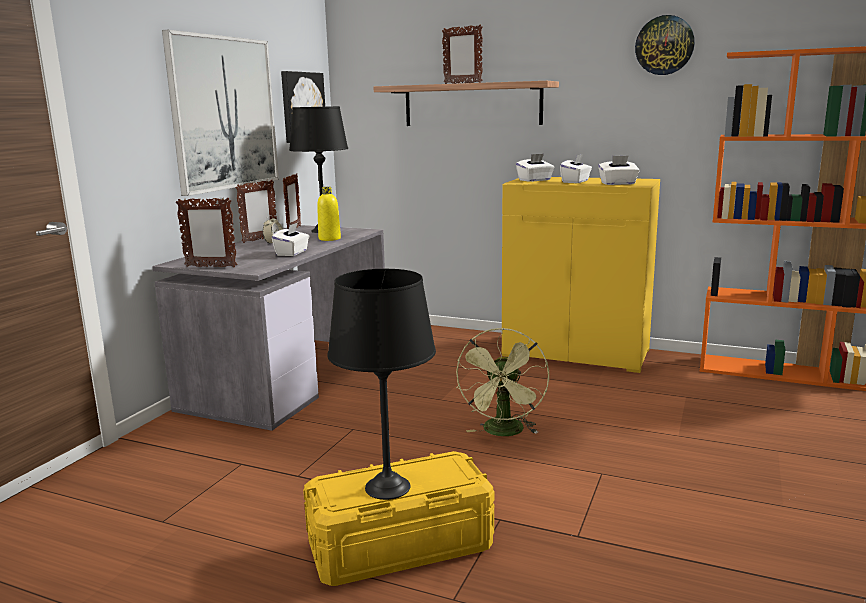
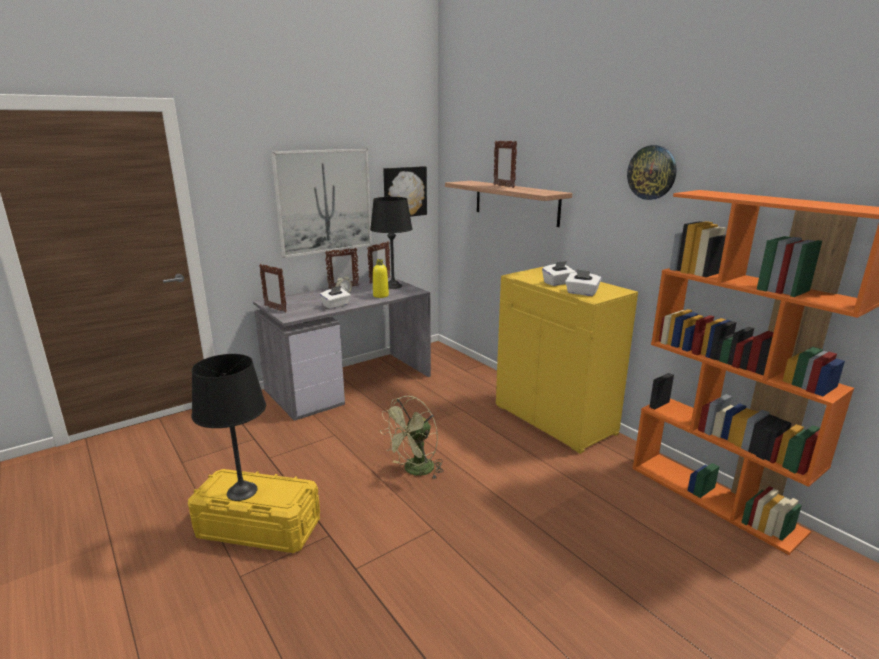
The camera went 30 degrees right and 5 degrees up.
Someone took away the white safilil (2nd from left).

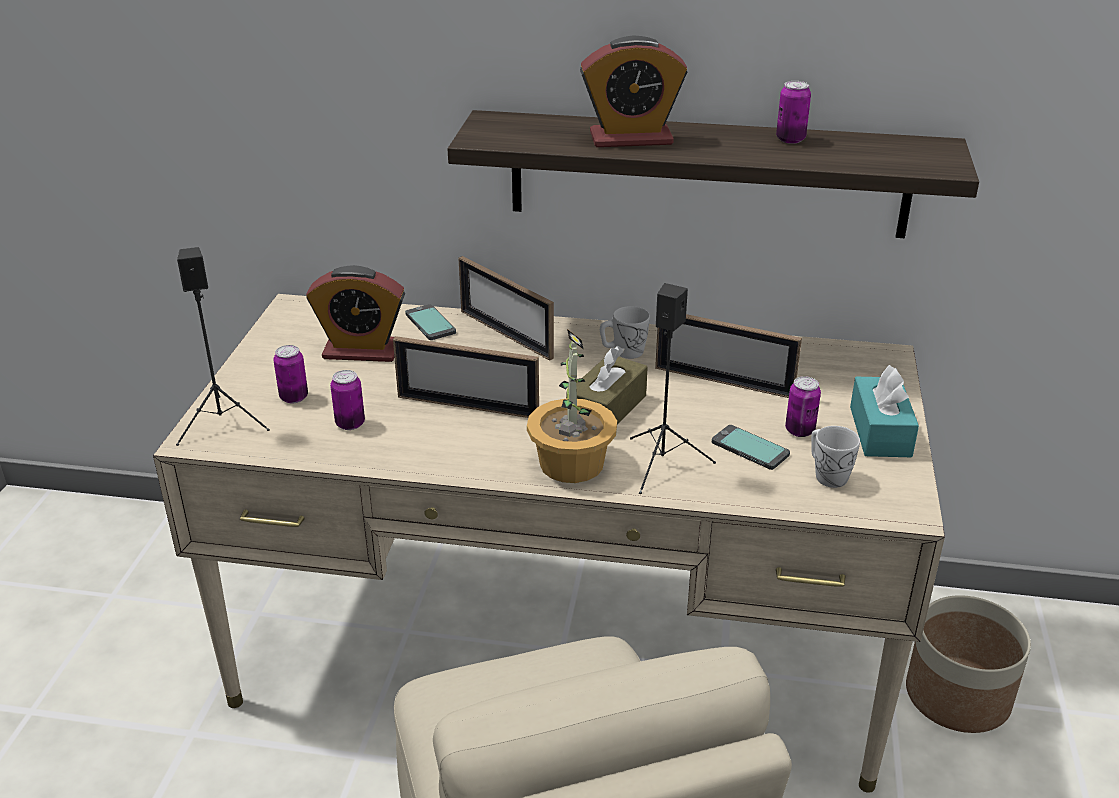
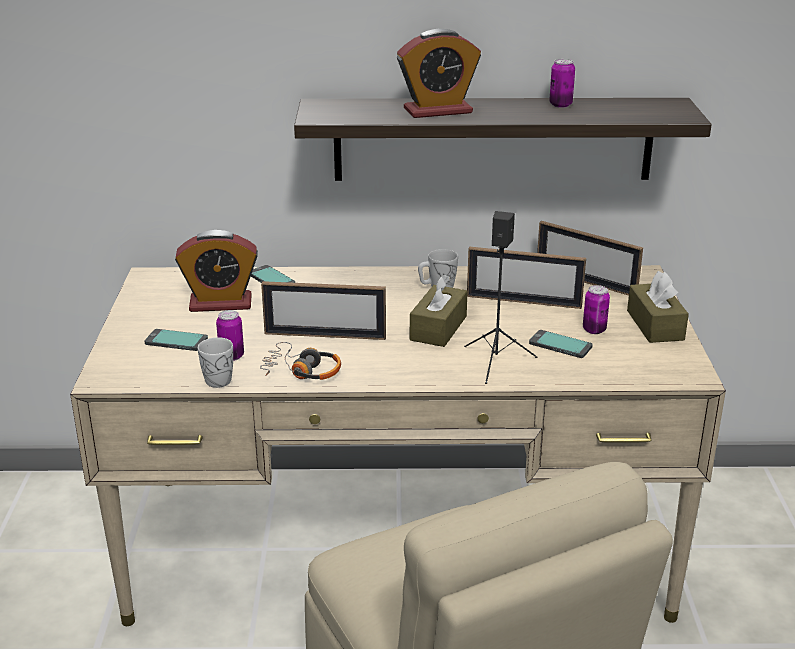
The camera went 10 degrees left and 5 degrees down.
Someone took away the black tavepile (1st from left).
Someone swapped the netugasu (1st from left) for the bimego (1st from left).
Someone carried the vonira (2nd from left in the first image).
Someone took away the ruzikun.
Someone carried the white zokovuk (2nd from left in the first image).
Someone repainted the turquoise safilil, which became the brown safilil (2nd from left).
Someone took away the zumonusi.
Someone put down the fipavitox.

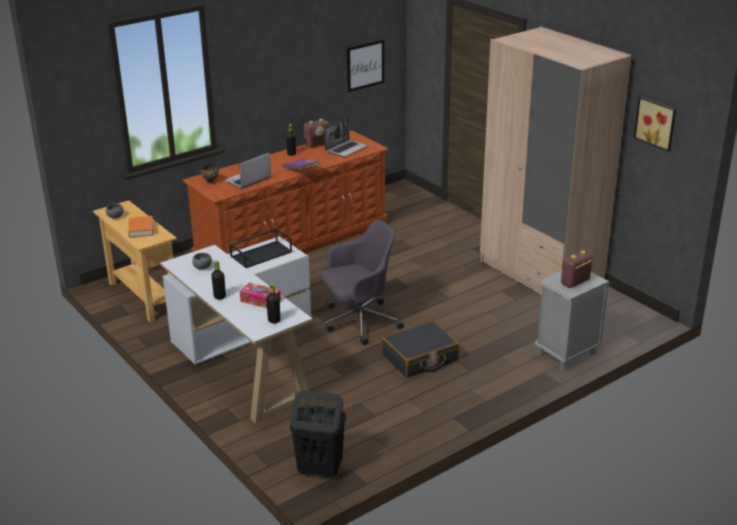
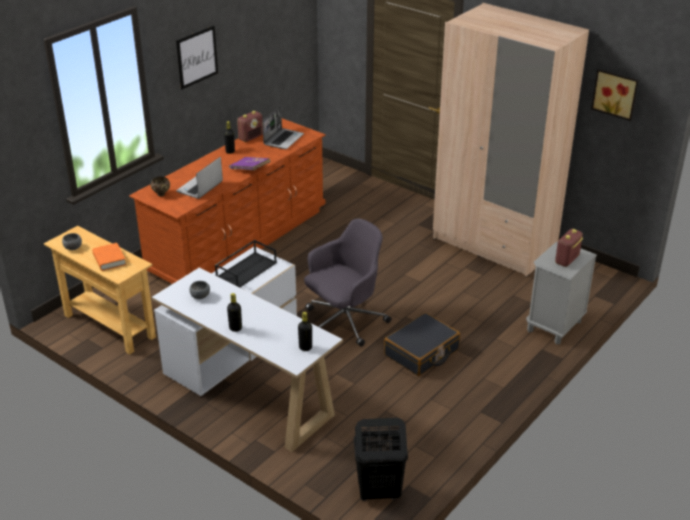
The camera went 15 degrees left and 5 degrees up.
Someone took away the safilil.
Someone carried the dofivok (1st from left).

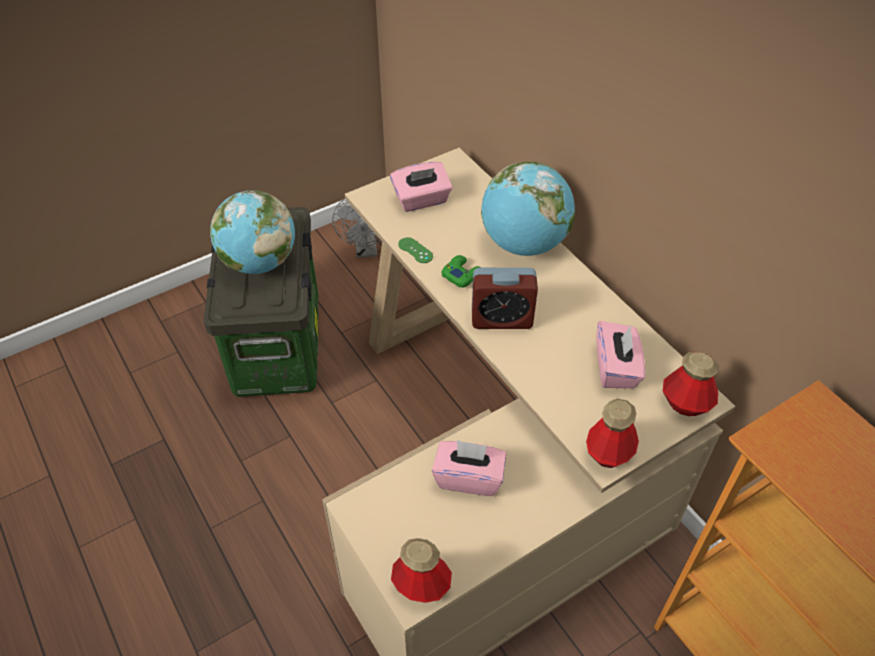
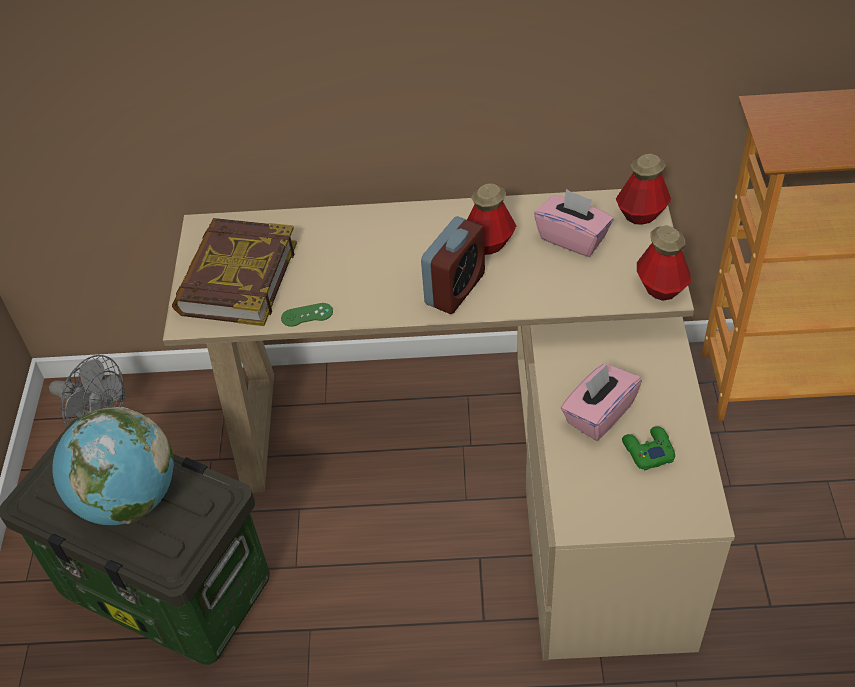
The camera went 55 degrees left and 0 degrees up.
Someone swapped the pink safilil (1st from left) for the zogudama.
Someone carried the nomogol (1st from left).
Someone carried the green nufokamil (2nd from left).
Someone took away the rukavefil (2nd from left).

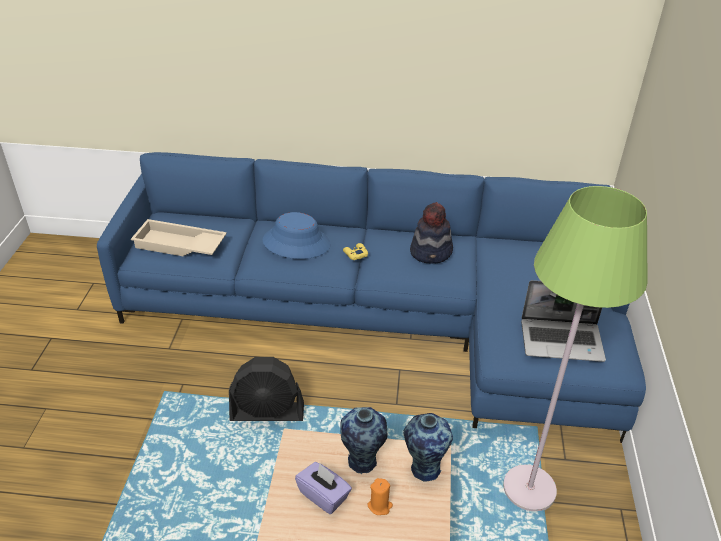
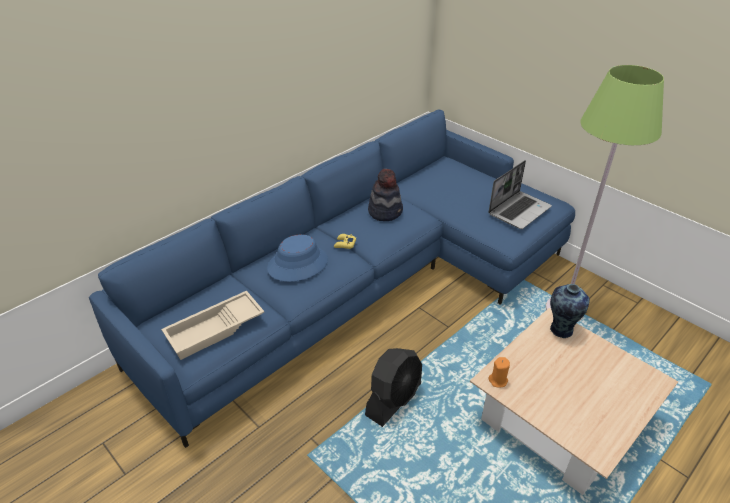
The camera went 50 degrees left and 0 degrees up.
Someone took away the purple safilil.
Someone took away the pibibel (1st from left).
Someone carried the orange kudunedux.

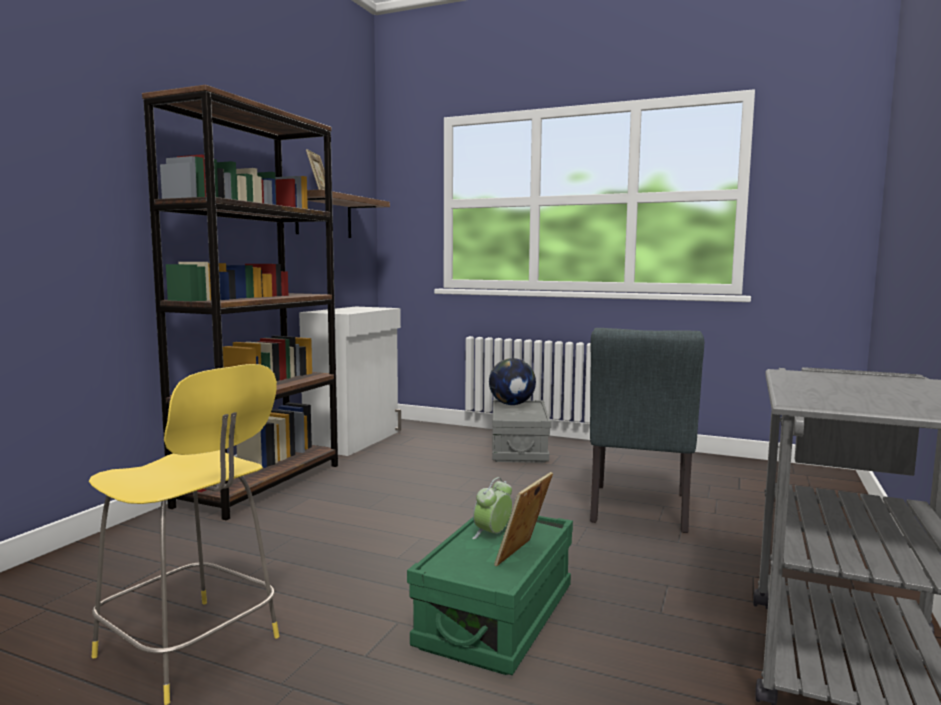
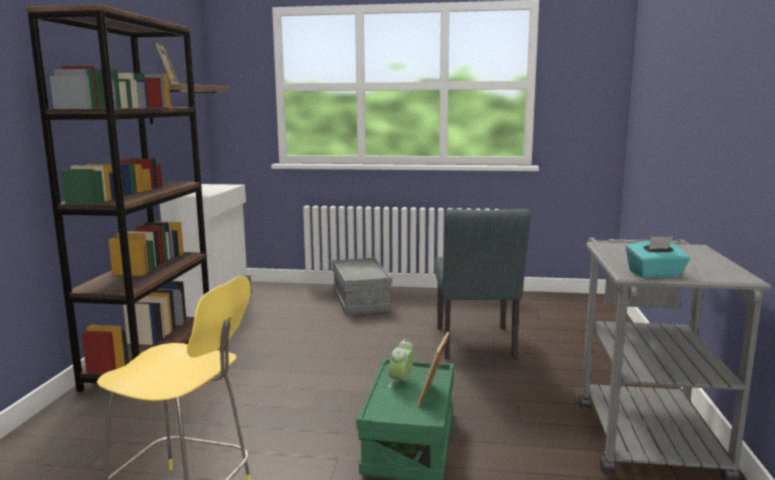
The camera went 15 degrees left and 5 degrees up.
Someone took away the rukavefil.
Someone put down the turquoise safilil.

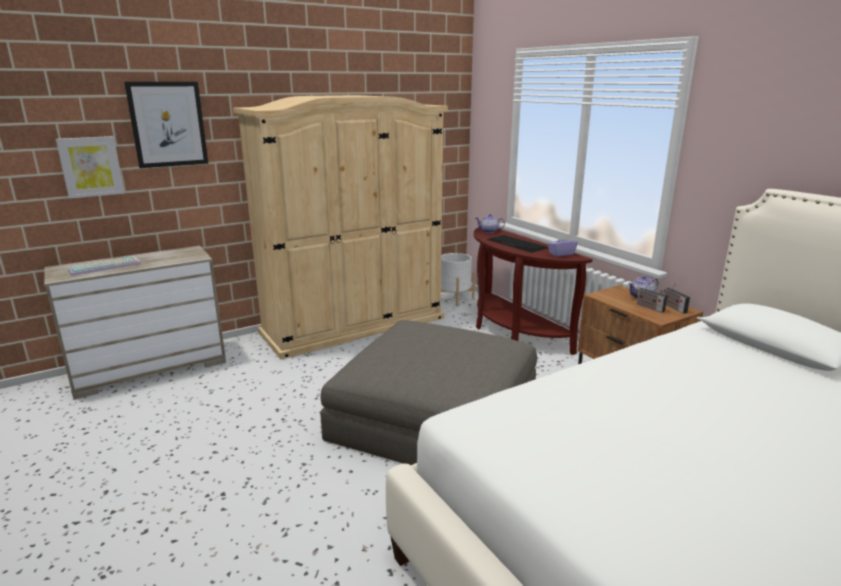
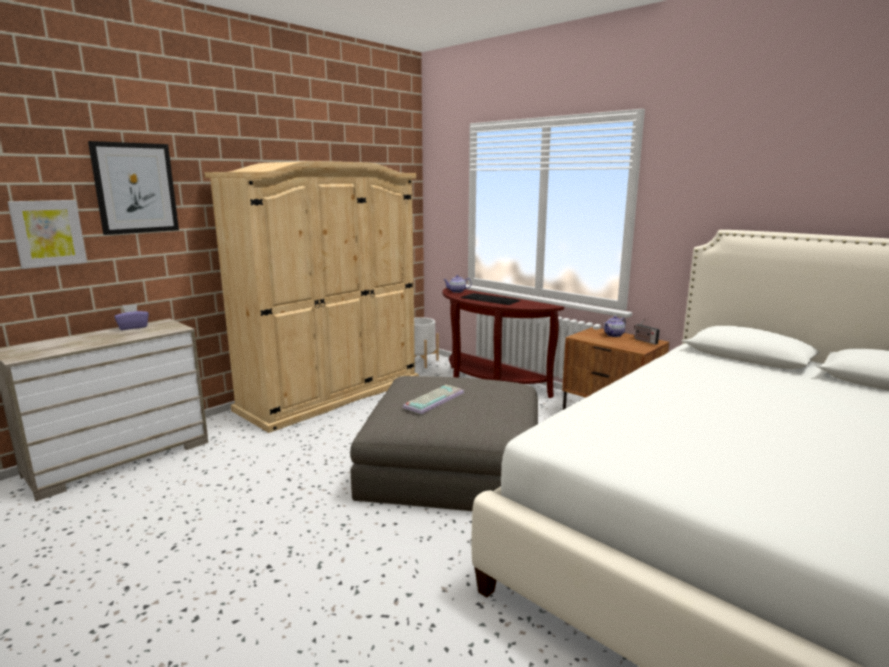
The camera went 15 degrees left and 5 degrees down.
Someone carried the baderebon (1st from left).
Someone carried the purple safilil.
Someone took away the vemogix (1st from left).

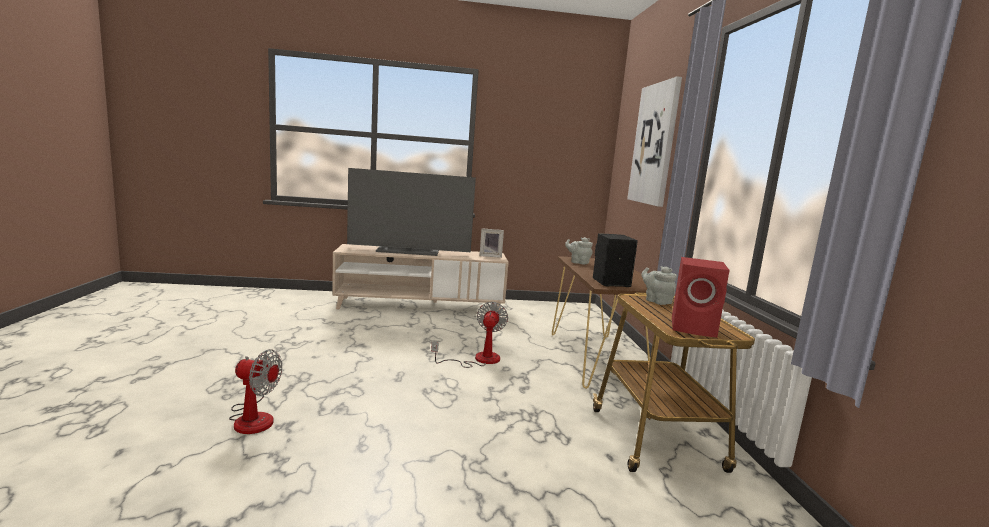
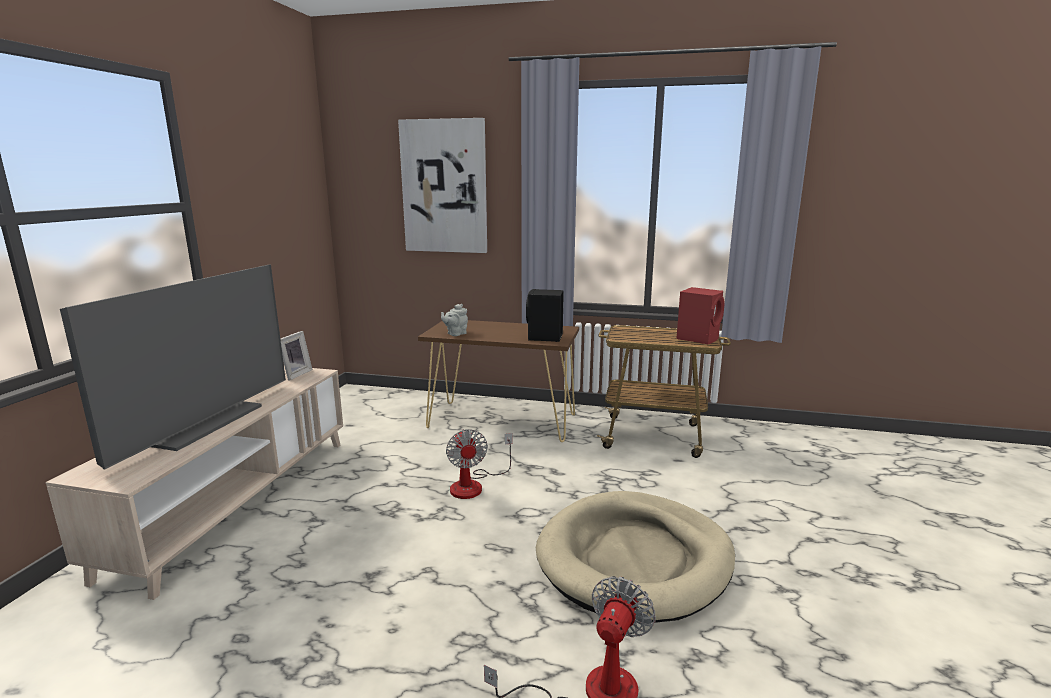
The camera went 70 degrees left and 5 degrees up.
Someone rotated the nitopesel (2nd from left in the first image) by 135 degrees counterclockwise.
Someone took away the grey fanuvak (2nd from left).
Someone put down the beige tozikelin.

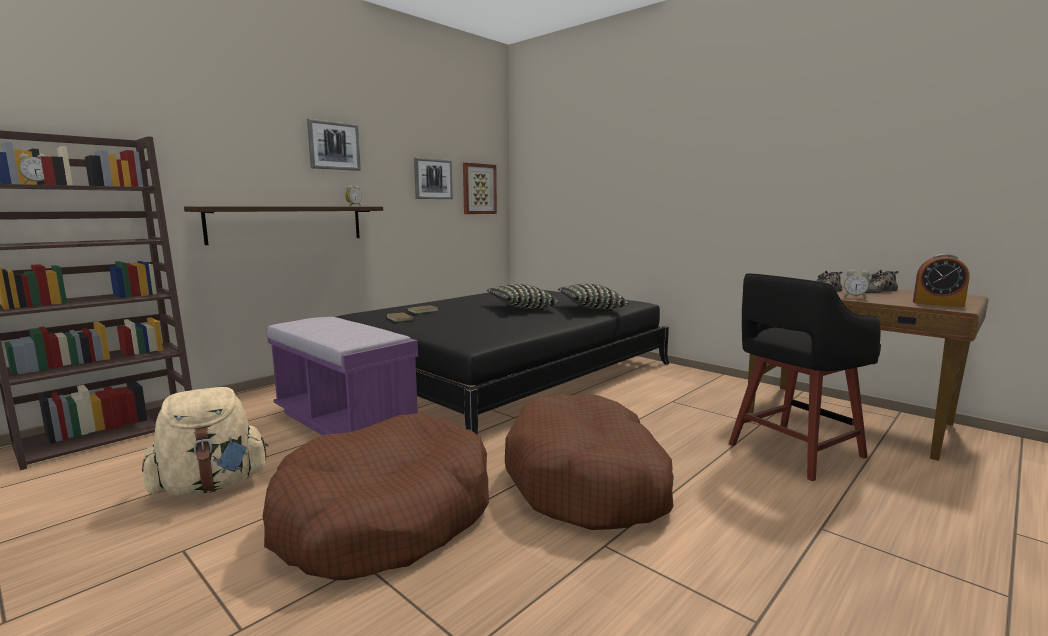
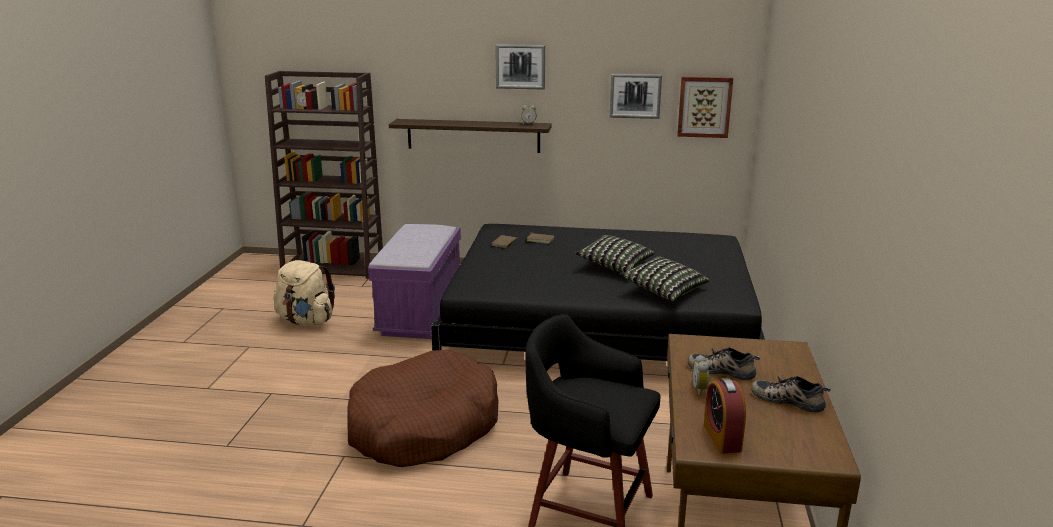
The camera went 55 degrees right and 10 degrees up.
Someone took away the brown tozikelin (1st from left).

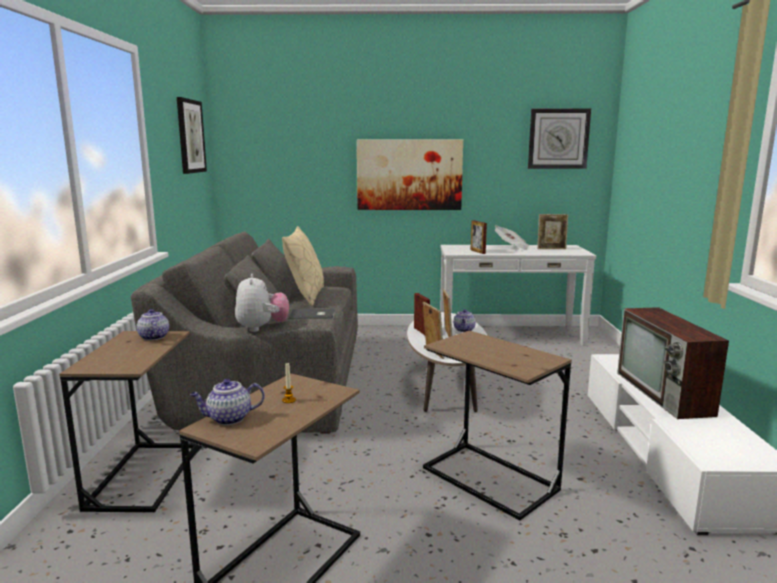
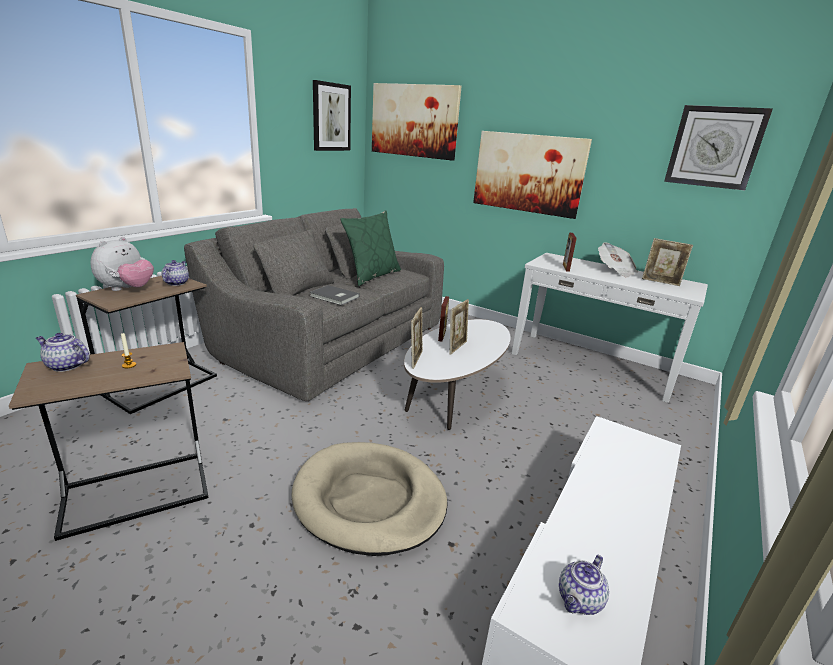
The camera went 30 degrees right and 10 degrees up.
Someone carried the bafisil.
Someone repainted the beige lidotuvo, which became the green lidotuvo.
Someone swapped the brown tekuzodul (3rd from left) for the beige tozikelin.
Someone carried the fanuvak (3rd from left).
Someone took away the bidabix.
Someone put up the dofivok (2nd from left).

